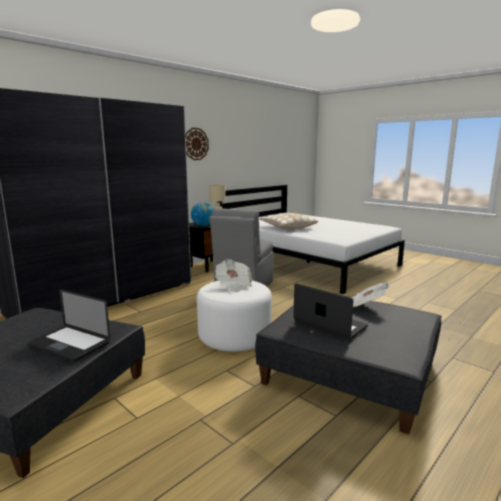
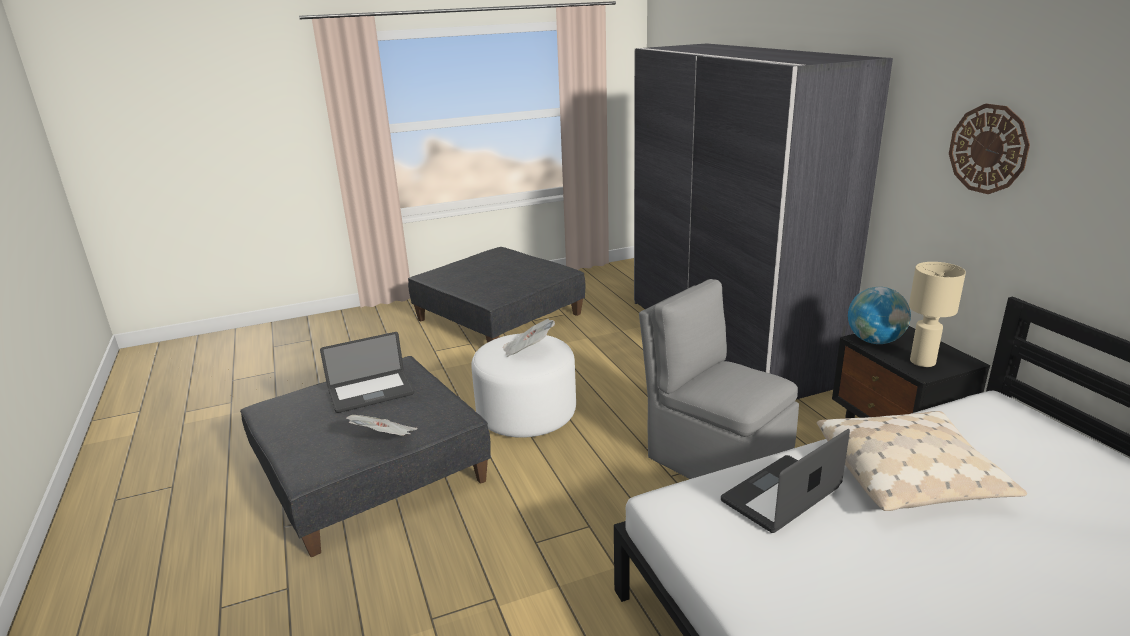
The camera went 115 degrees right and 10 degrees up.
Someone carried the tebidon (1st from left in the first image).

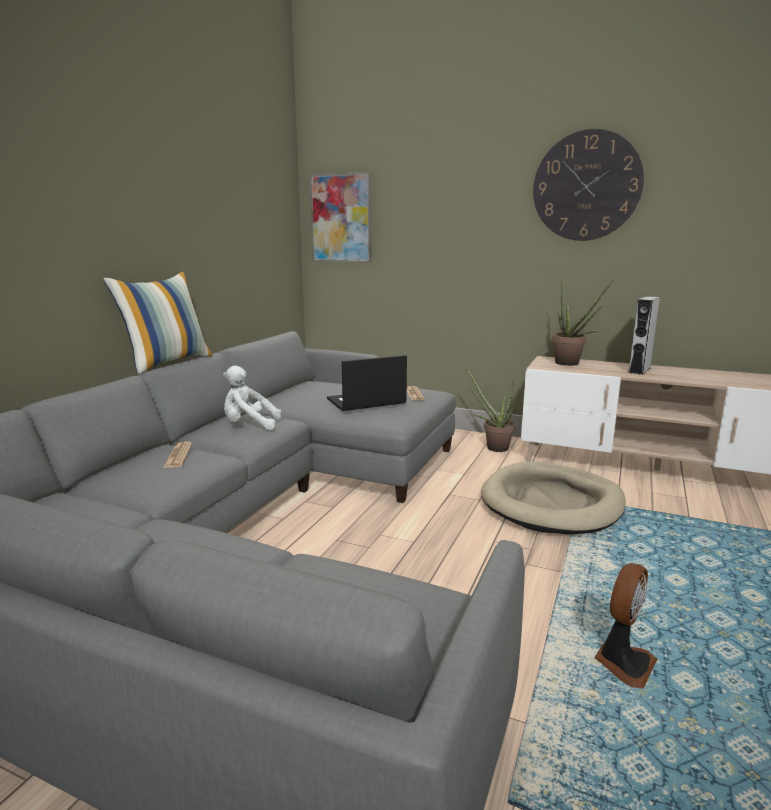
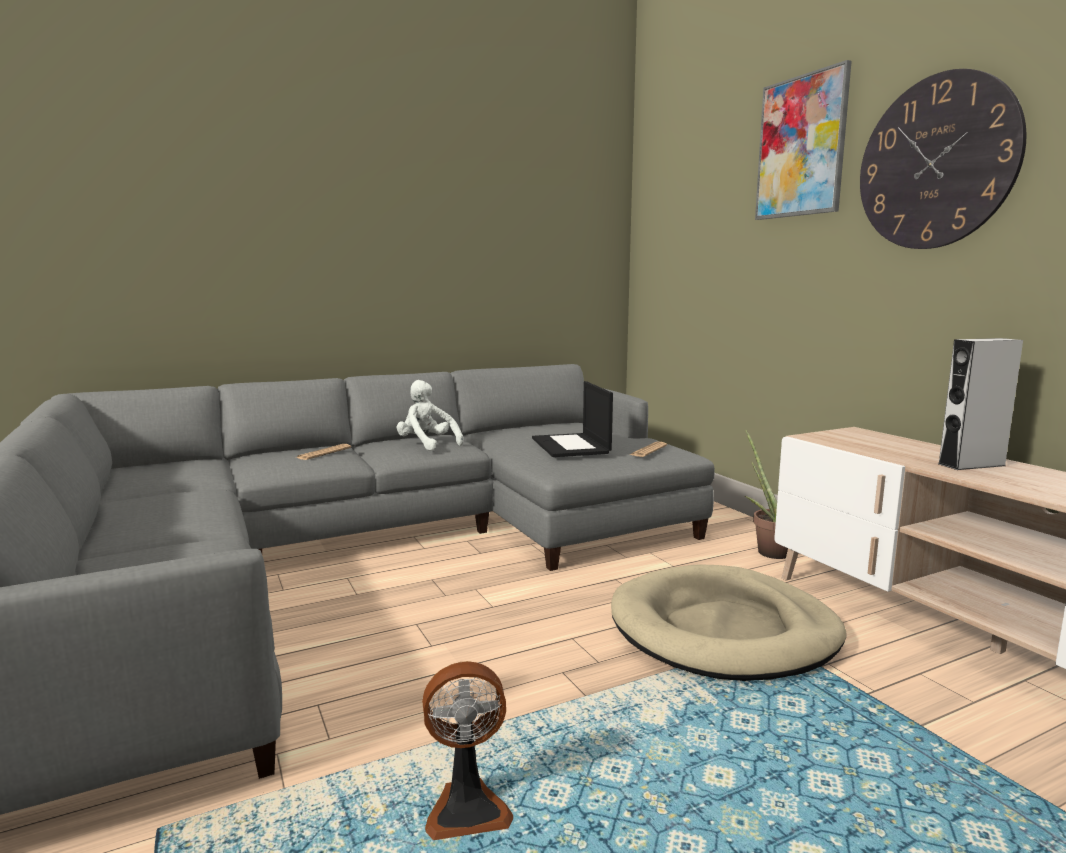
The camera went 40 degrees right and 5 degrees down.
Someone took away the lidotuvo.
Someone carried the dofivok.
Someone rotated the tebidon by 120 degrees counterclockwise.
Someone took away the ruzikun (2nd from left).

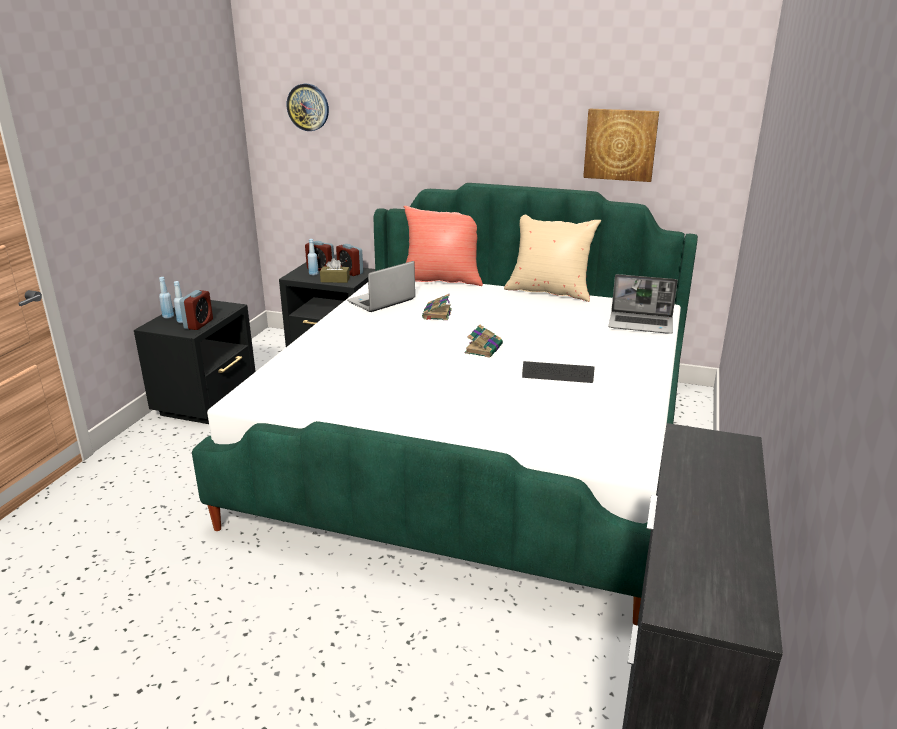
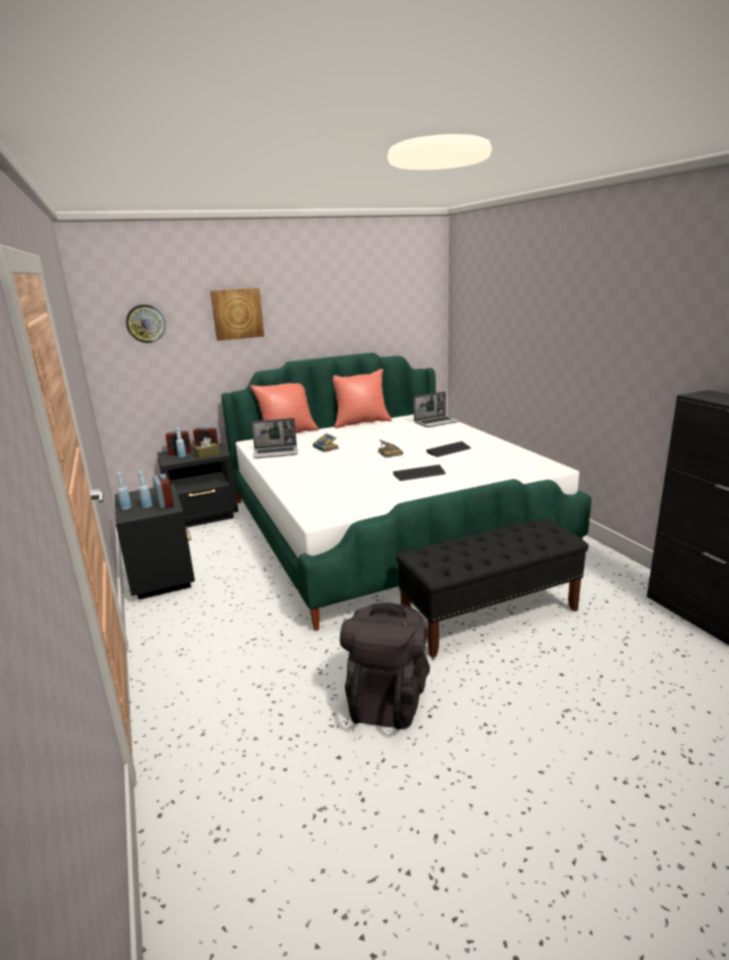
The camera went 40 degrees left and 5 degrees down.
Someone rotated the tebidon (1st from left) by 105 degrees counterclockwise.
Someone repainted the beige lidotuvo, which became the red lidotuvo (2nd from left).
Someone carried the dofivok.
Someone put down the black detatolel.
Someone put down the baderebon (1st from left).
Someone put down the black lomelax.

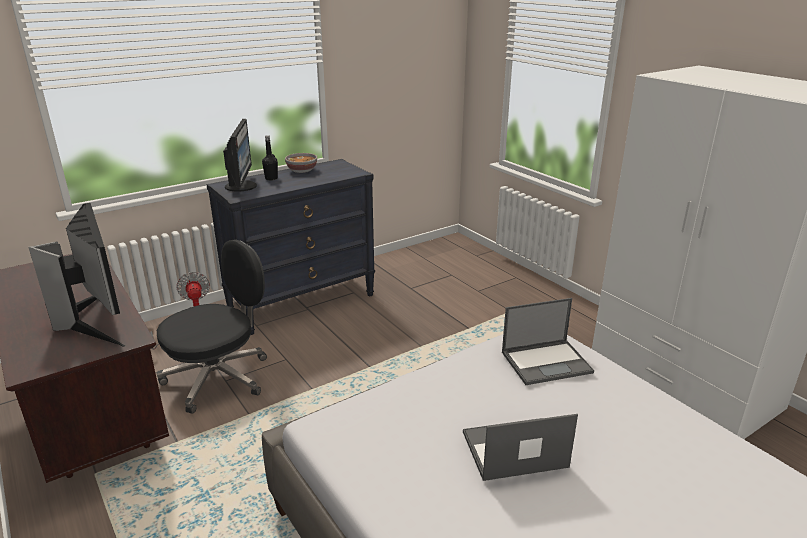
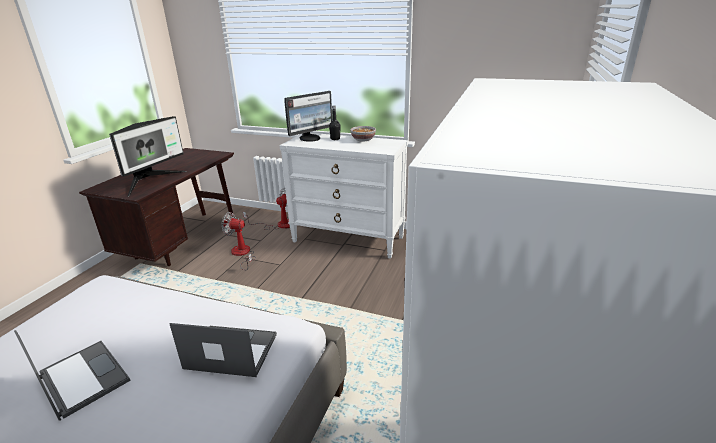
The camera went 55 degrees right and 0 degrees up.
Someone swapped the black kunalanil for the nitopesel (1st from left).
Someone repainted the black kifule, which became the white kifule.
Someone rotated the tebidon (2nd from left) by 150 degrees clockwise.

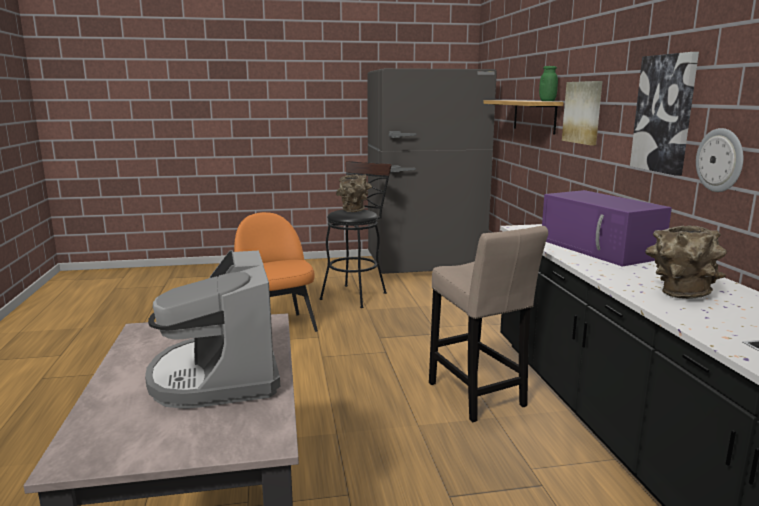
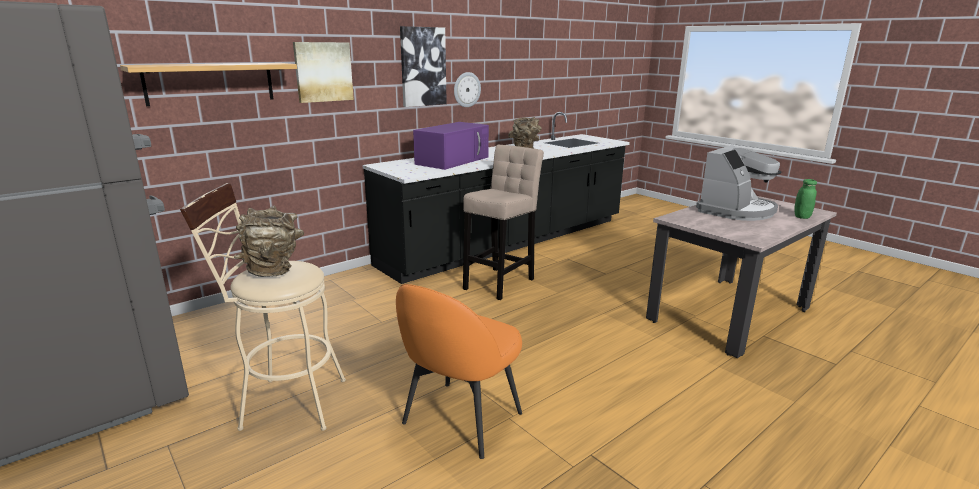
The camera went 120 degrees left and 5 degrees up.
Someone repainted the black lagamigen, which became the beige lagamigen (1st from left).
Someone carried the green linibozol.

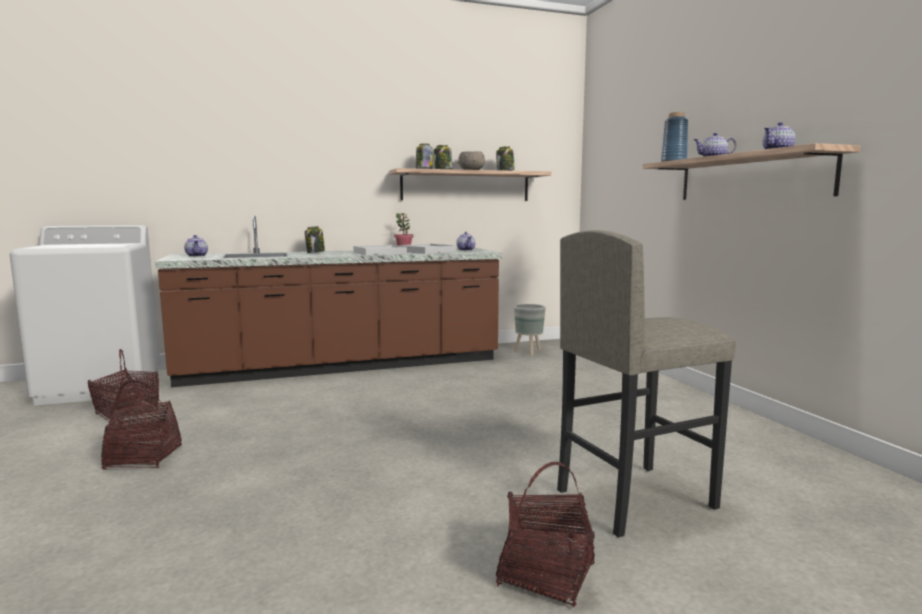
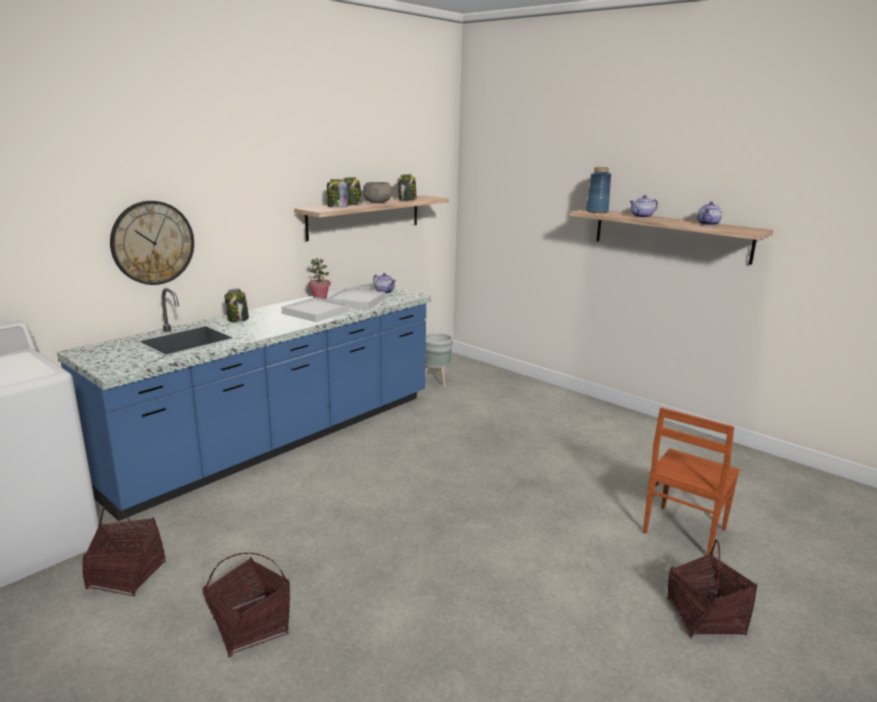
The camera went 30 degrees left and 10 degrees up.
Someone repainted the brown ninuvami, which became the blue ninuvami.
Someone took away the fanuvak (1st from left).
Someone swapped the grey lagamigen for the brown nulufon.
Someone put up the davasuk.

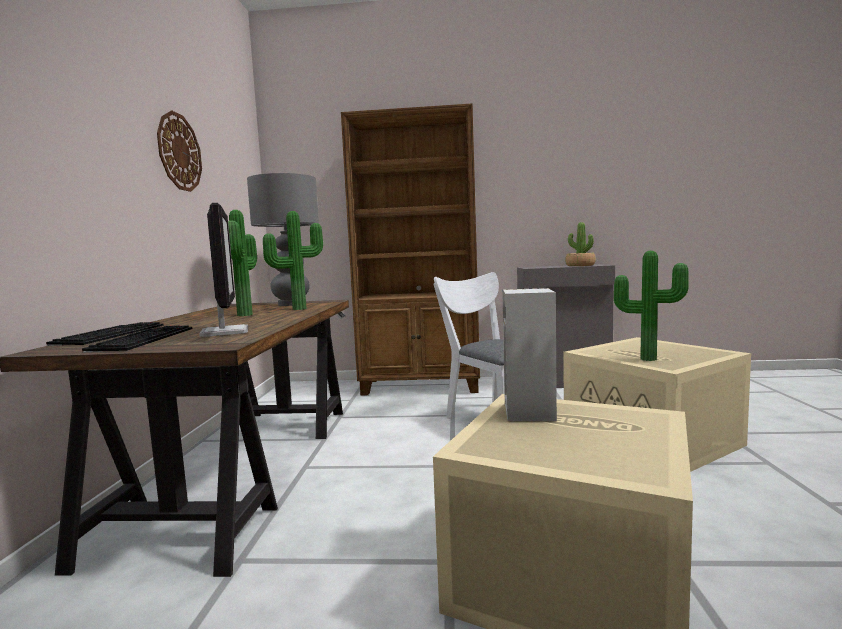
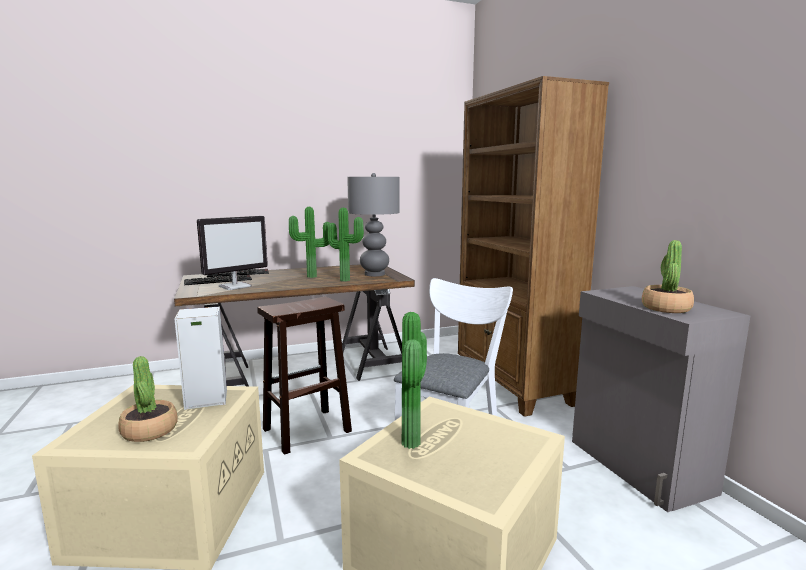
The camera went 65 degrees right and 5 degrees up.
Someone took away the davasuk.
Someone put down the ruzikun (1st from left).
Someone put down the brown lagamigen.

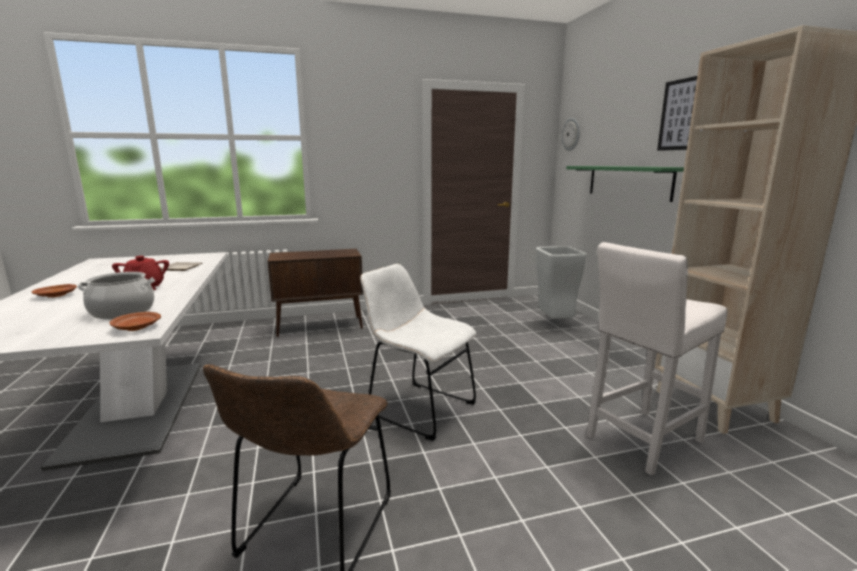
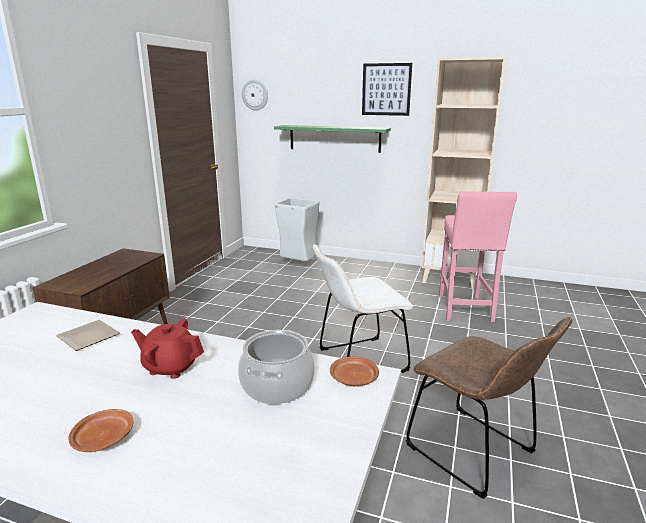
The camera went 55 degrees left and 5 degrees up.
Someone repainted the white lagamigen, which became the pink lagamigen.

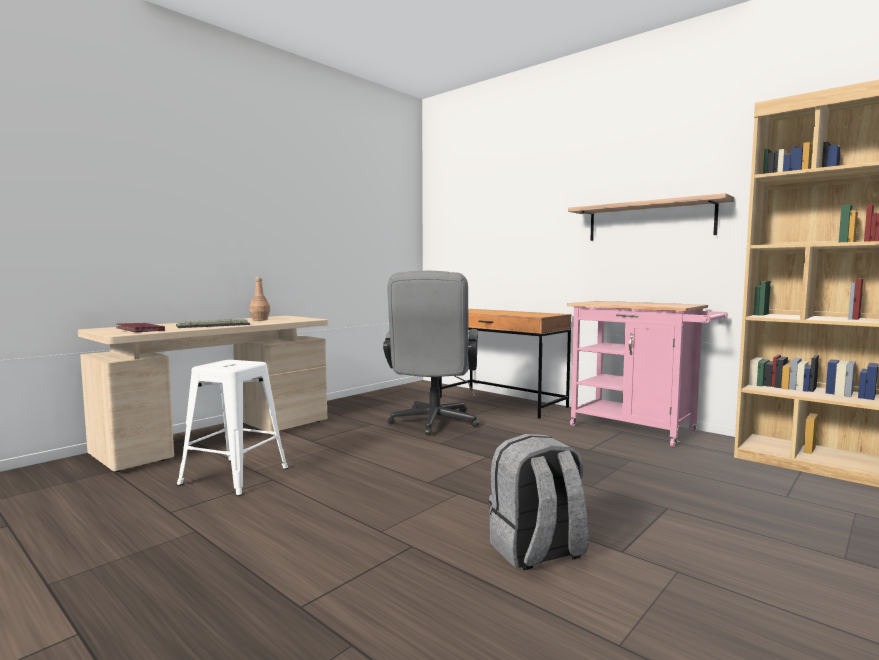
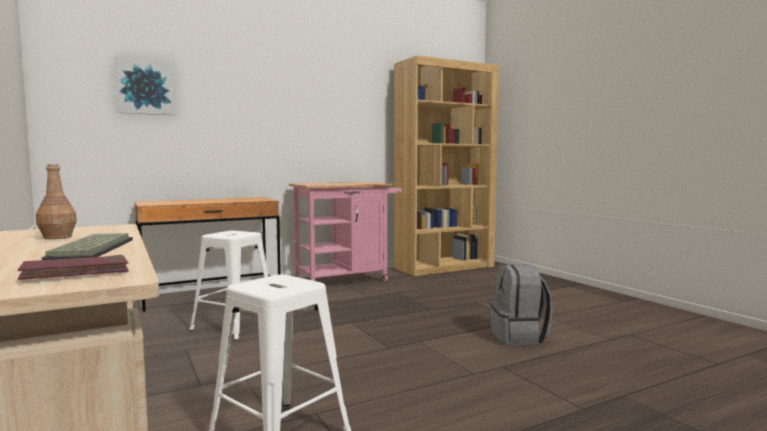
The camera went 70 degrees left and 0 degrees up.
Someone swapped the grey kunalanil for the white lagamigen (1st from left).
Someone took away the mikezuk.
Someone put up the dofivok.

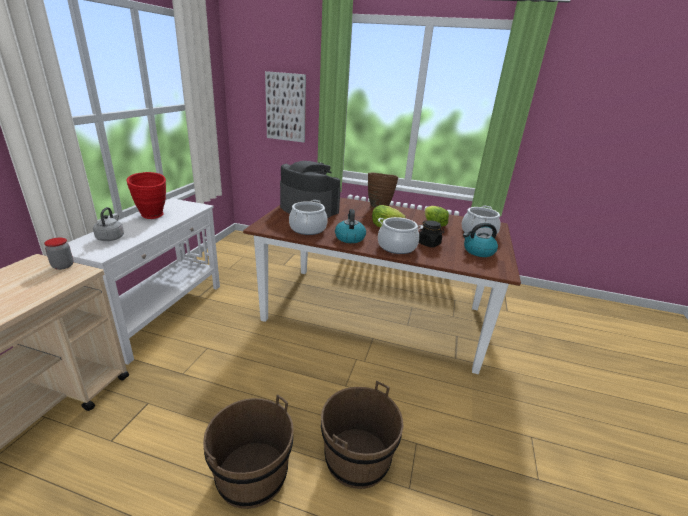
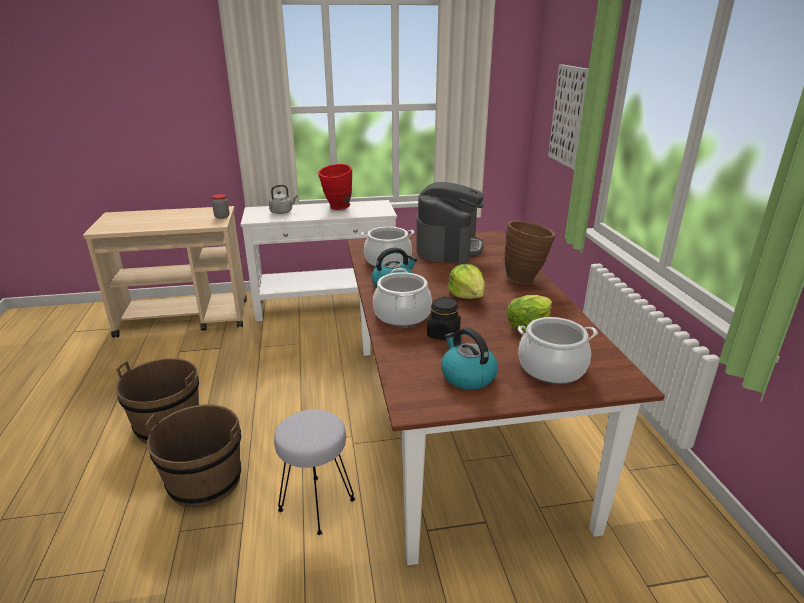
The camera went 65 degrees right and 0 degrees up.
Someone put down the grey lagamigen.

